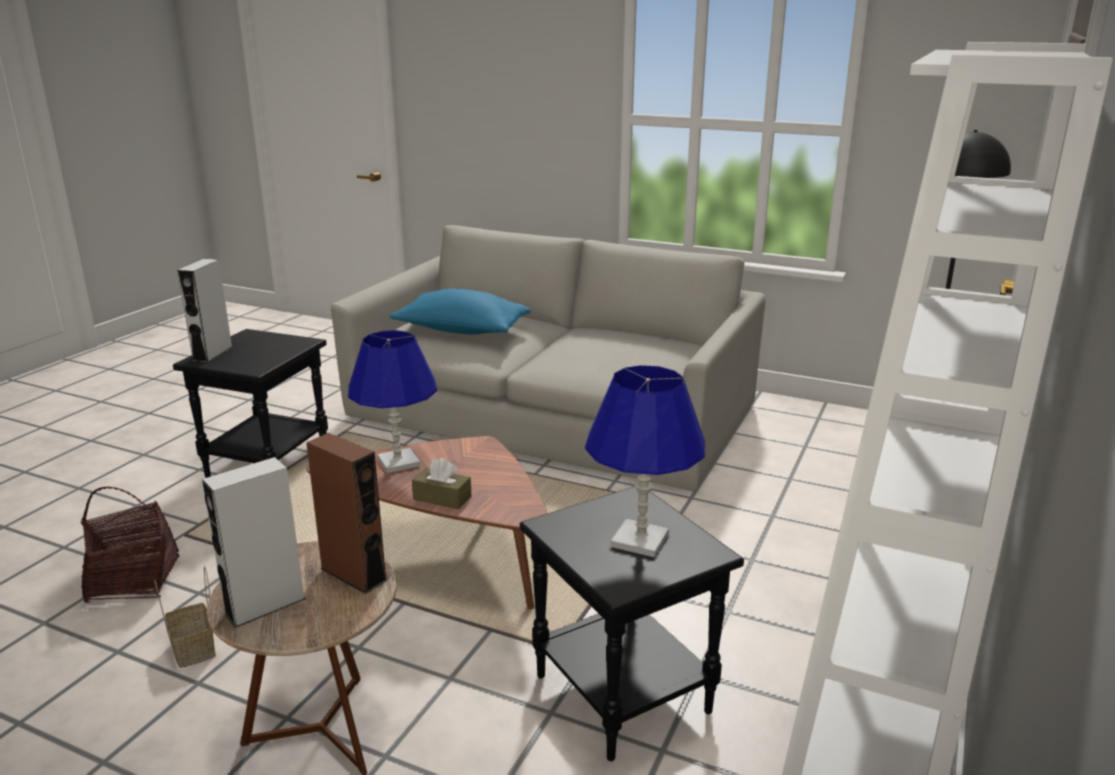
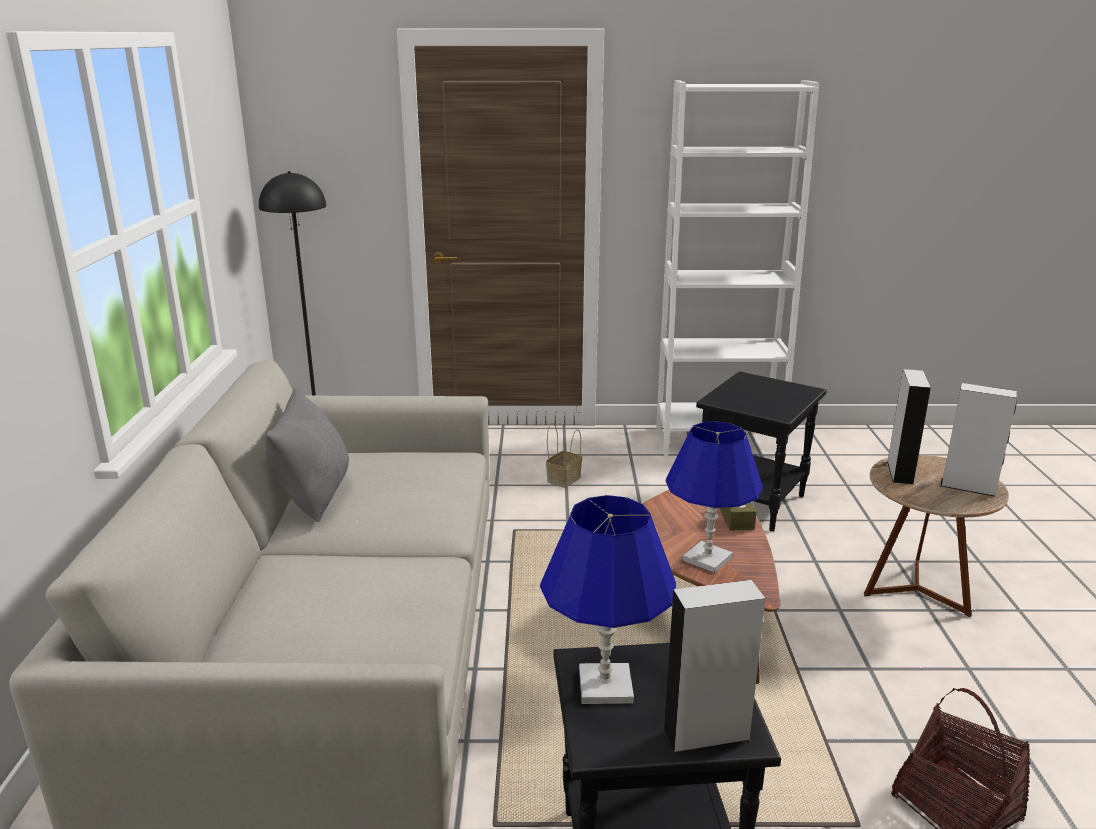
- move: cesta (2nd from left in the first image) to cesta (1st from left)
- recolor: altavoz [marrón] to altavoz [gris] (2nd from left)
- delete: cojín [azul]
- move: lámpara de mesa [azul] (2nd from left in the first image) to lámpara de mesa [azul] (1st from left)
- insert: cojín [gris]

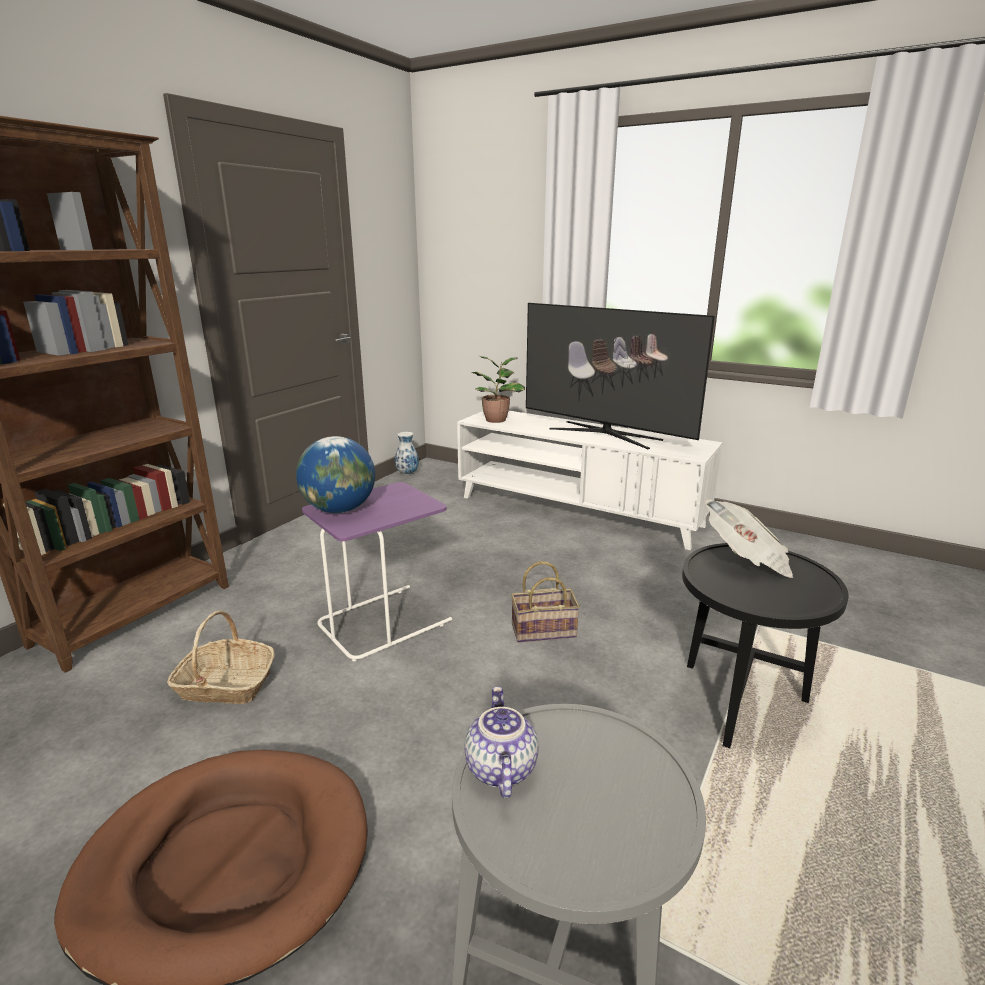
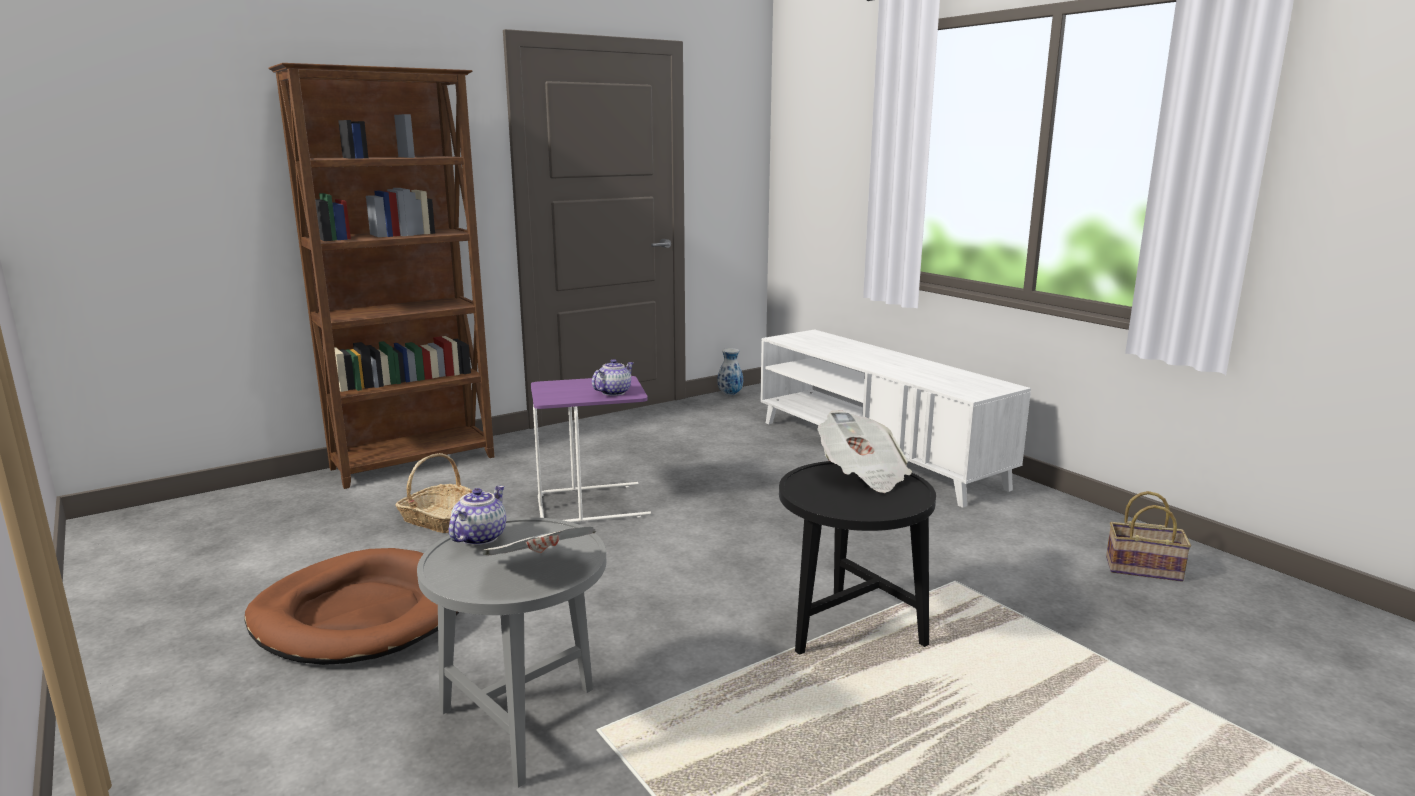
- delete: globo terráqueo
- delete: planta en maceta
- move: cesta (2nd from left)
- delete: televisor
- insert: periódico (1st from left)
- insert: tetera (2nd from left)

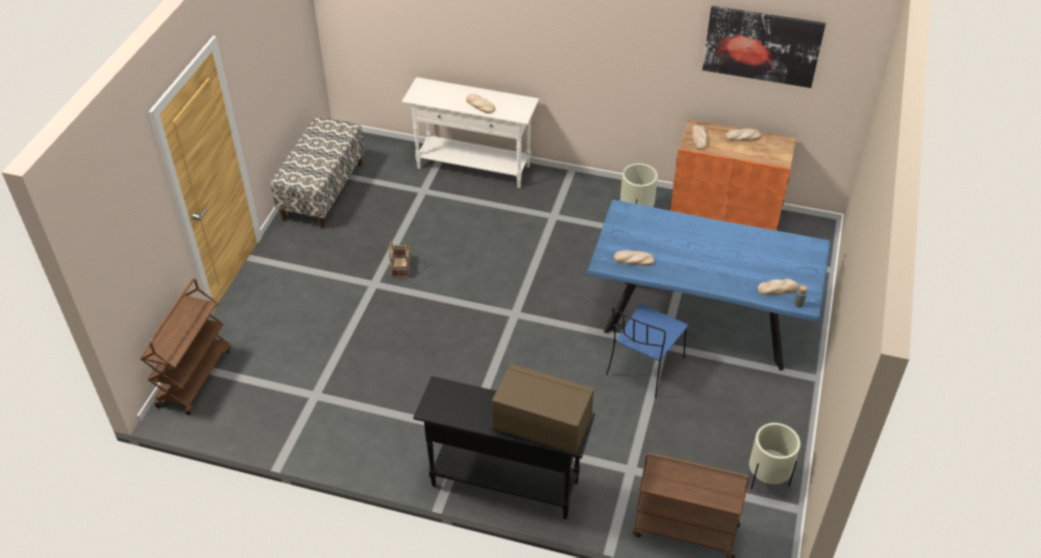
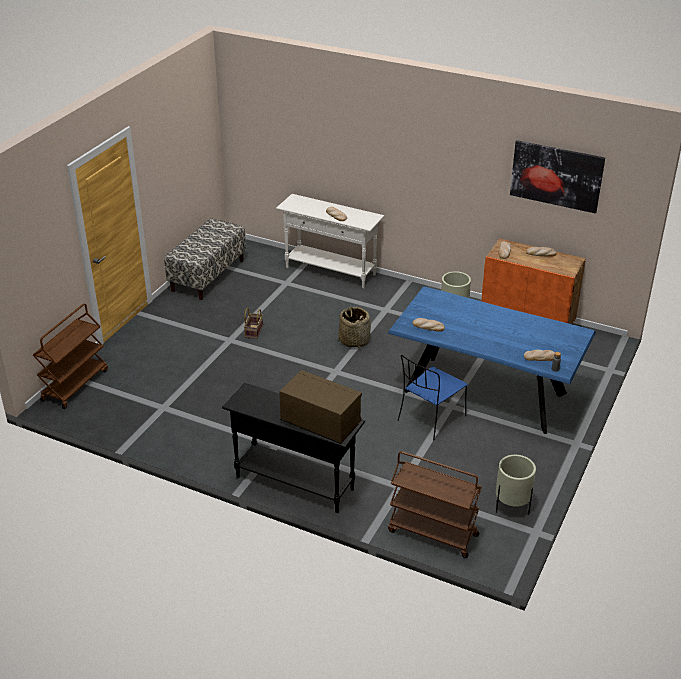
- insert: cesta (2nd from left)

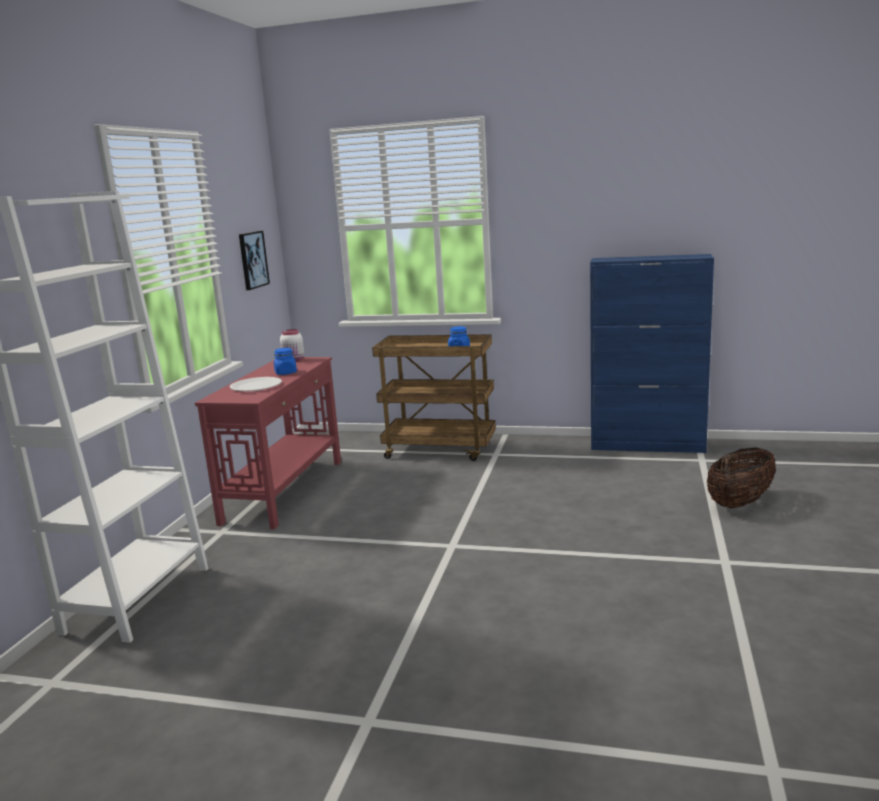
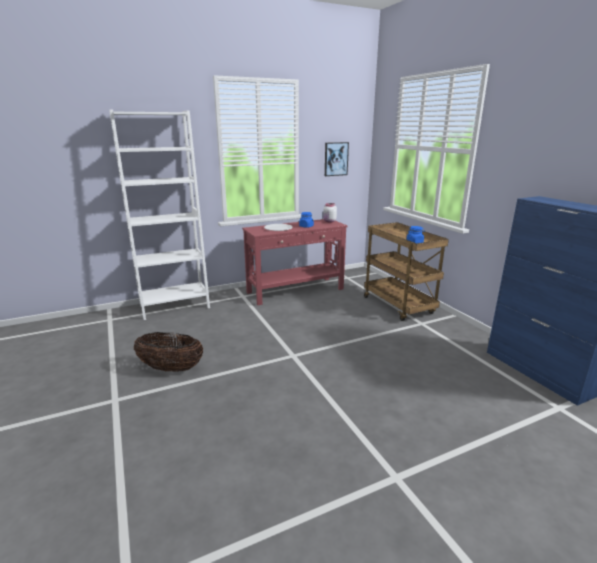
- move: cesta

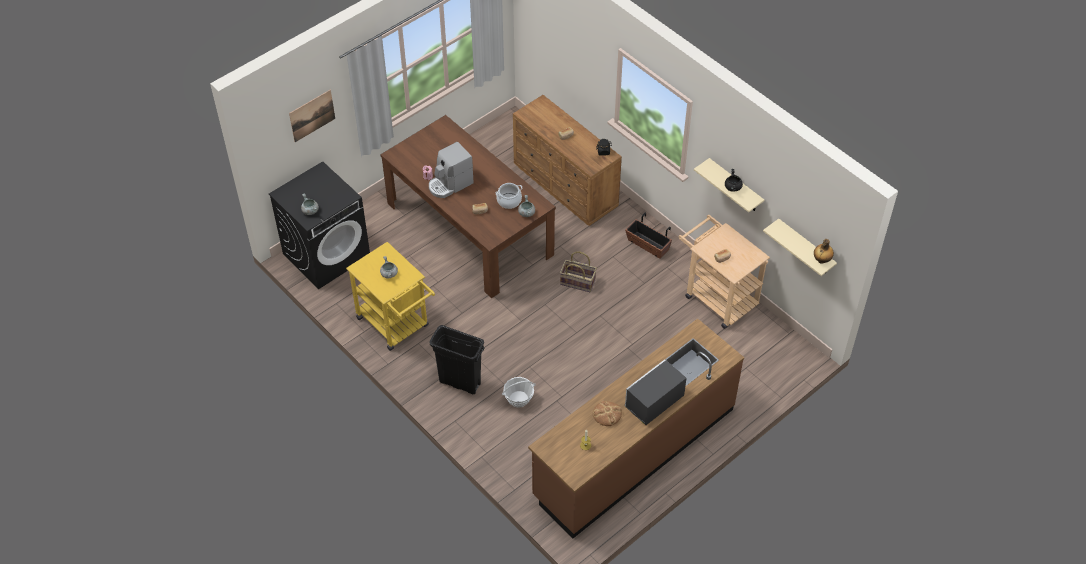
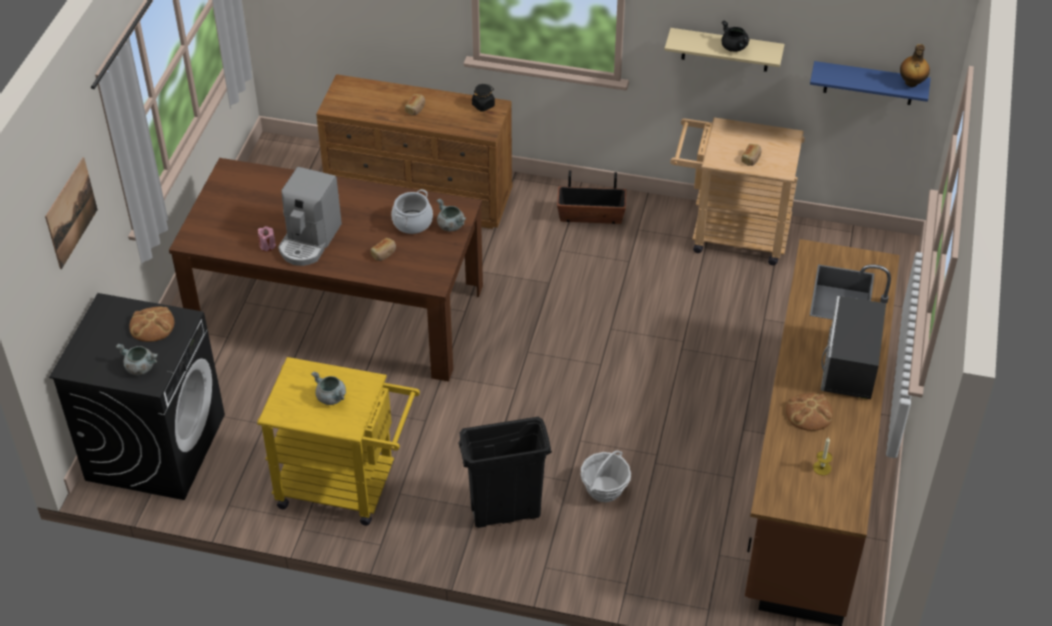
- delete: cesta (2nd from left)
- recolor: estante [beis] (2nd from left) to estante [azul]
- insert: pan (1st from left)

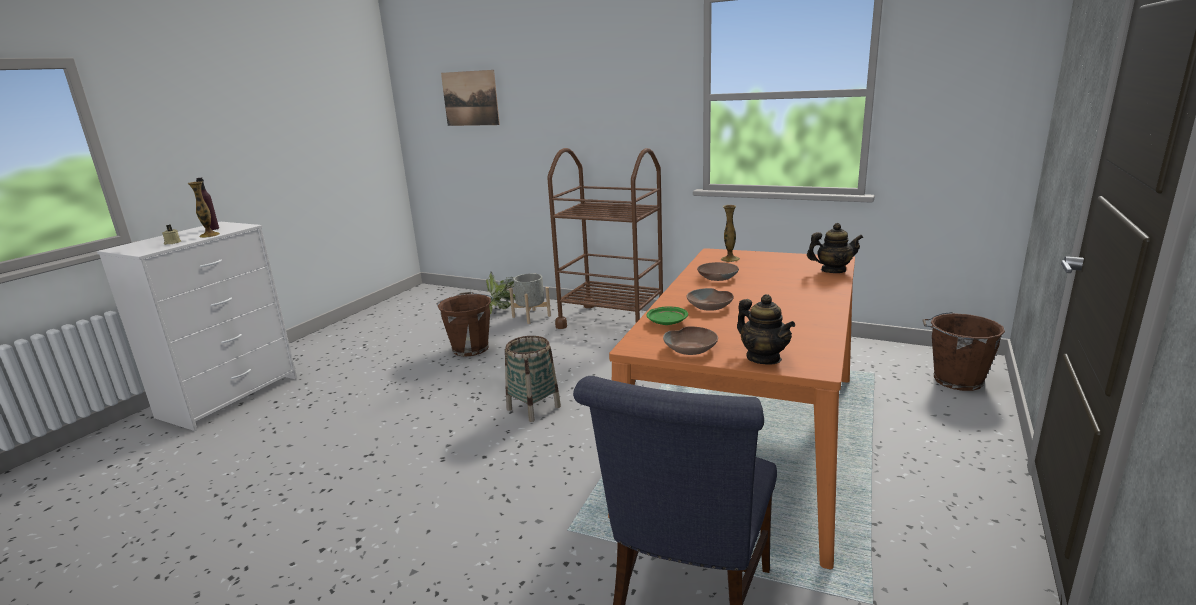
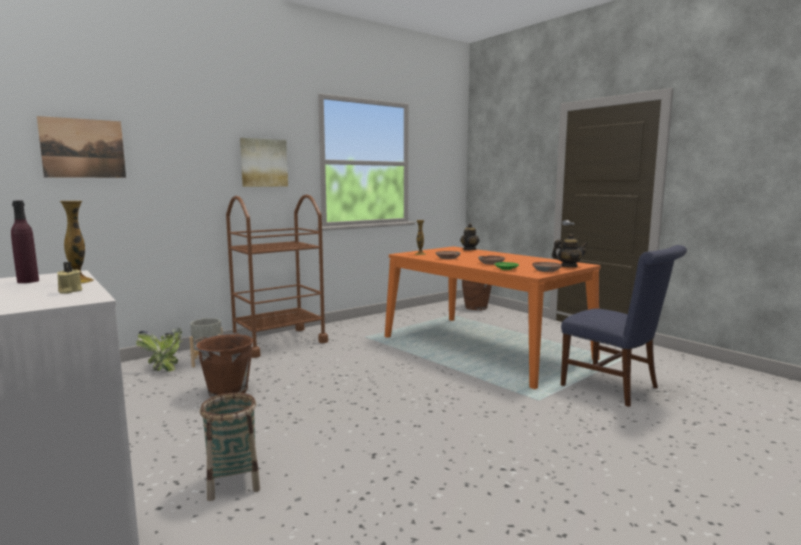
- move: cesta
- insert: cuadro (2nd from left)

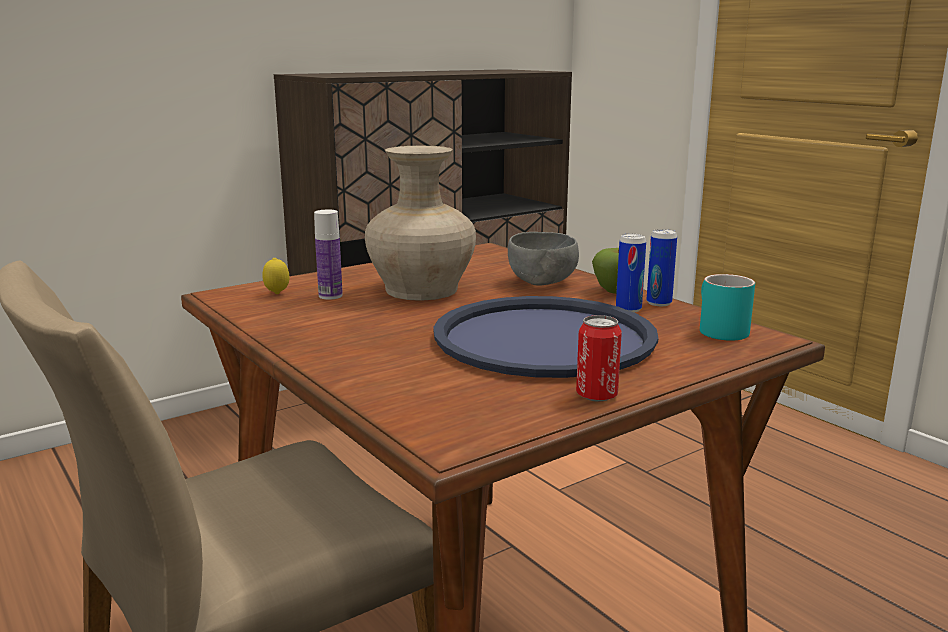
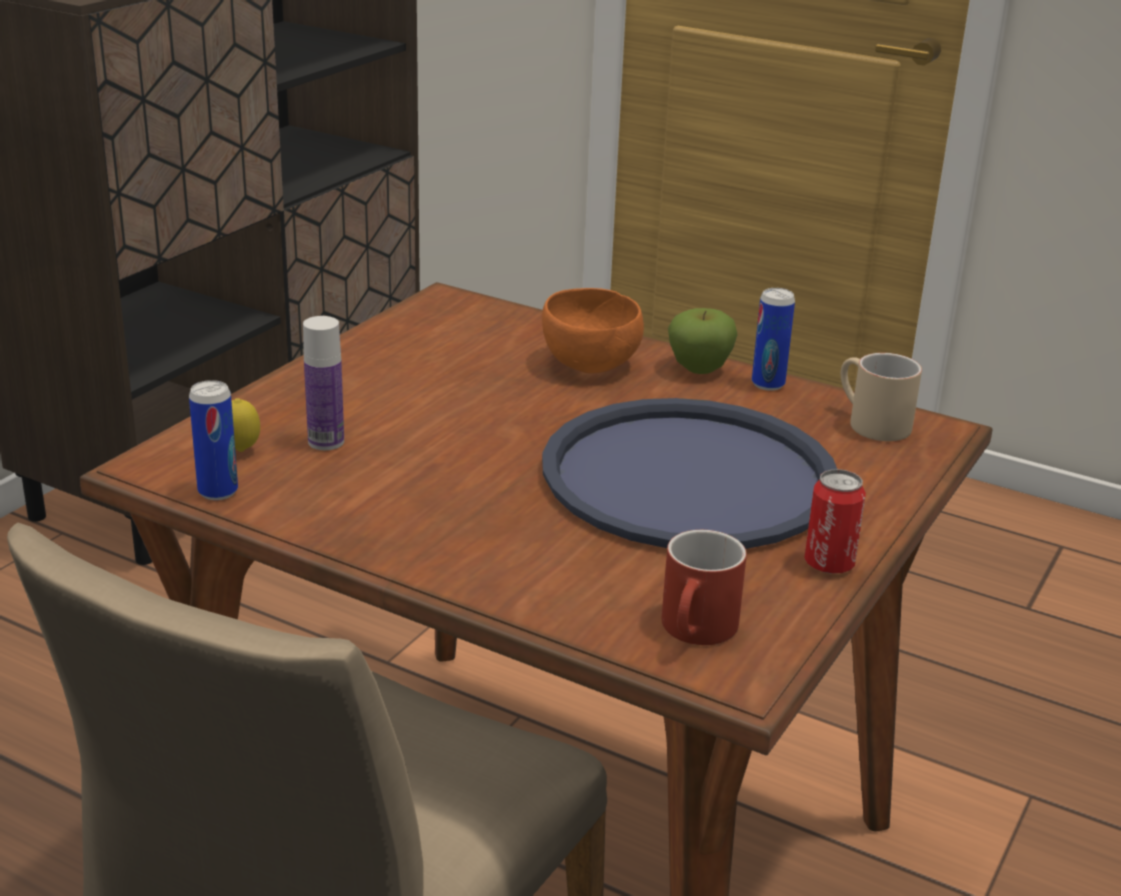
- delete: florero [beis]
- recolor: cuenco [gris] to cuenco [naranja]
- move: lata (2nd from left in the first image) to lata (1st from left)
- recolor: taza grande [turquesa] to taza grande [beis]
- insert: taza grande [rojo]

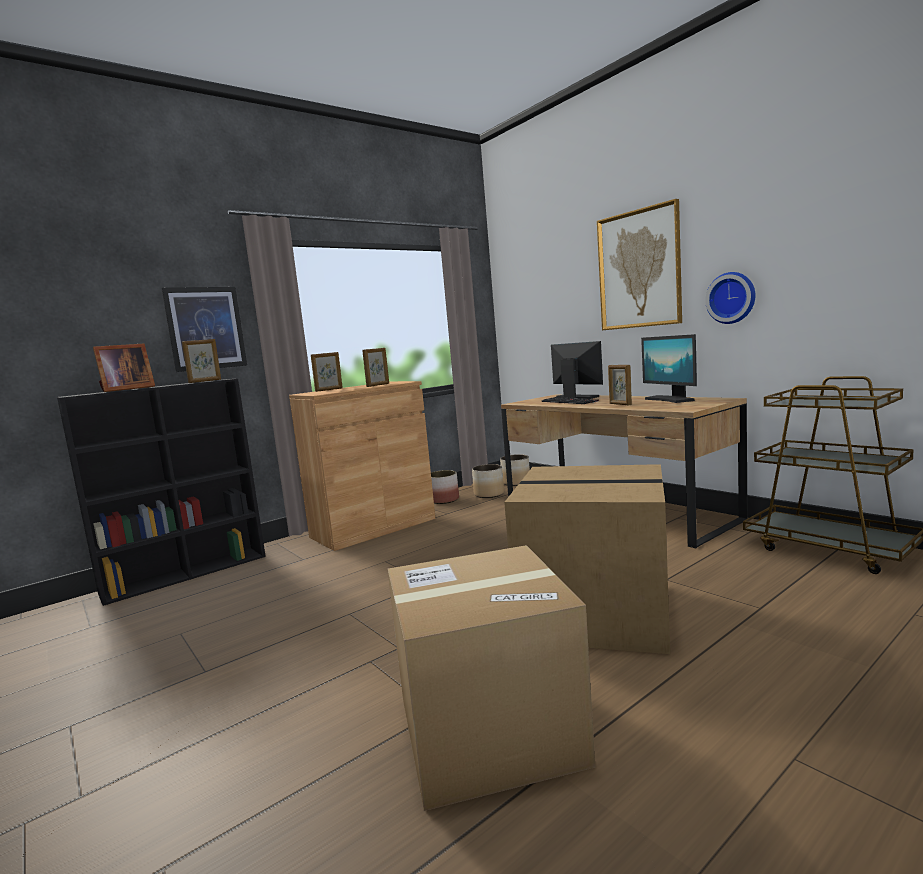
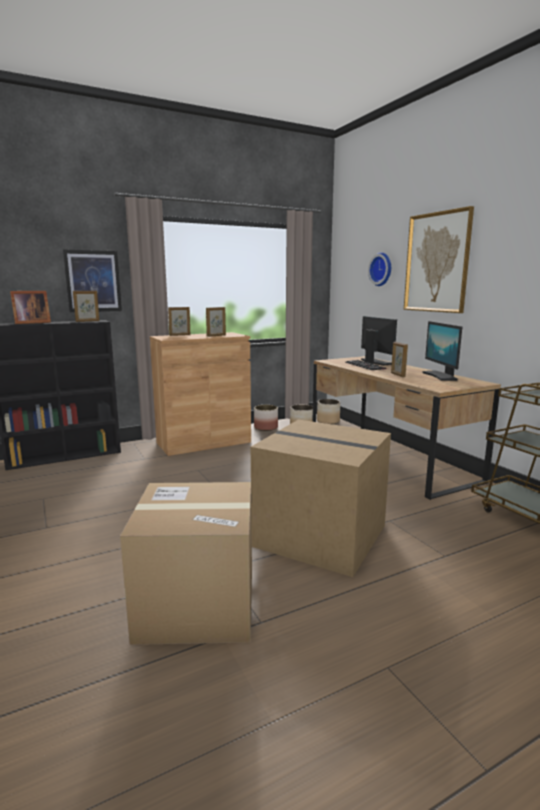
- move: reloj de pared

